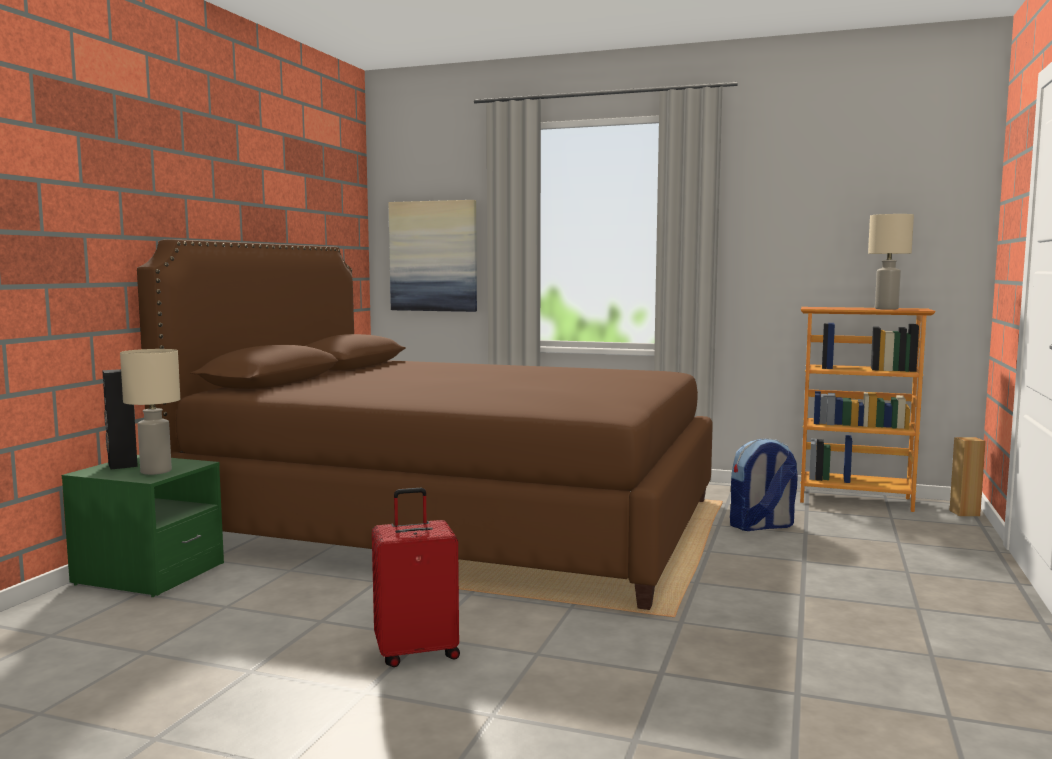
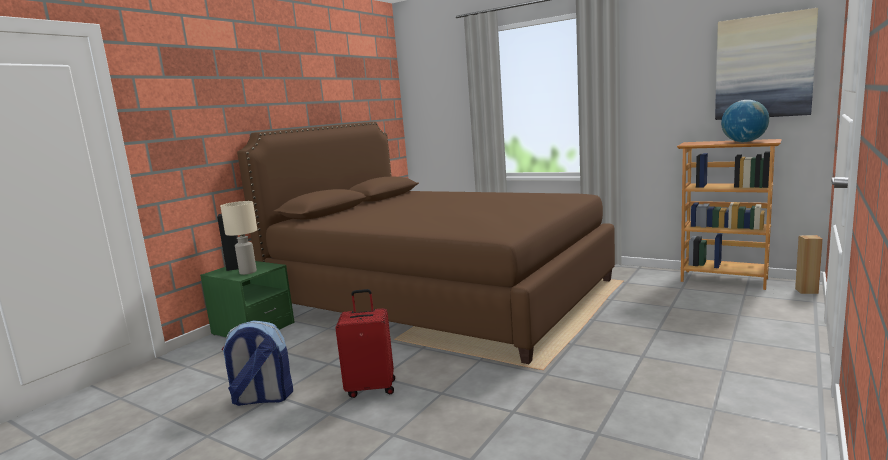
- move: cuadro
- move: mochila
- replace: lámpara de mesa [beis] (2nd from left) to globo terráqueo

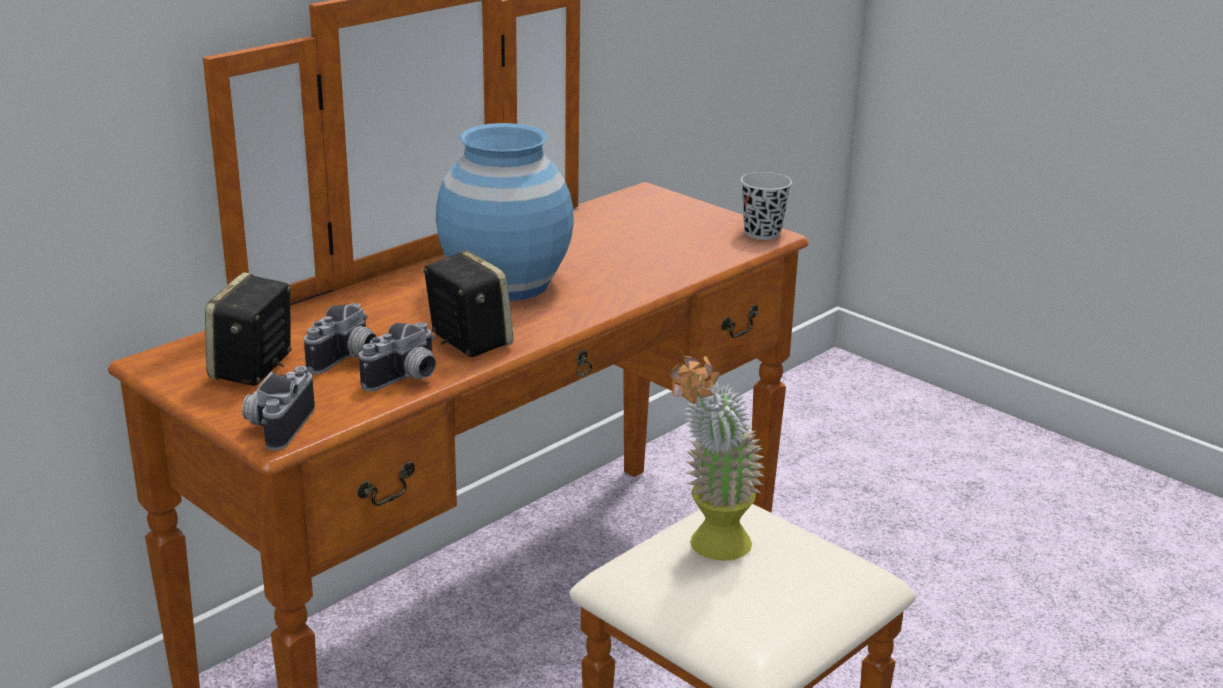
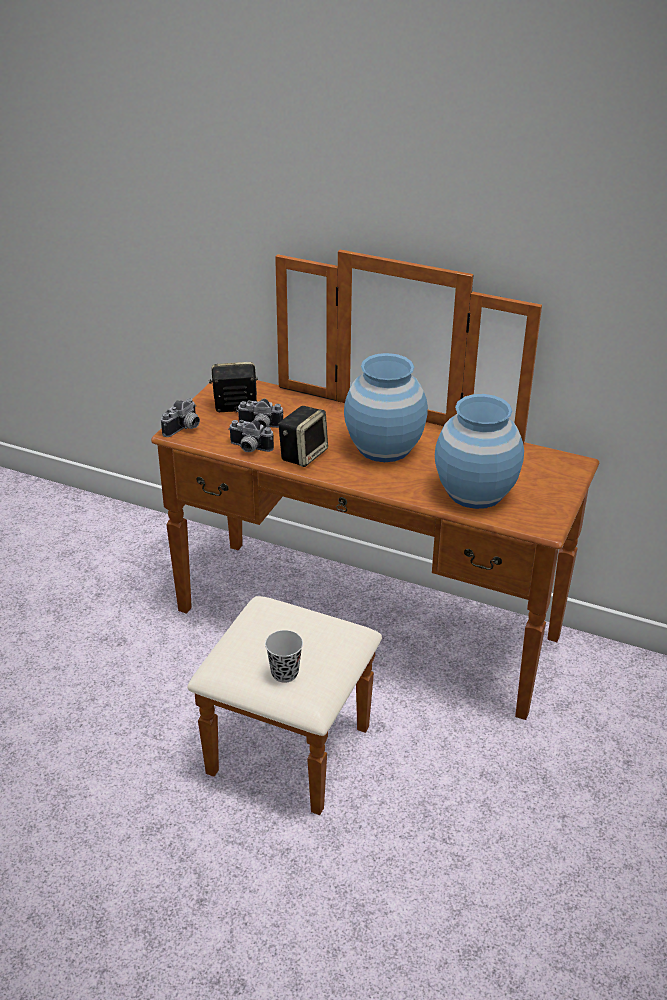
- rotate: cámara (1st from left) 135 degrees clockwise
- delete: planta en maceta
- move: taza [negro]
- insert: florero [azul] (2nd from left)

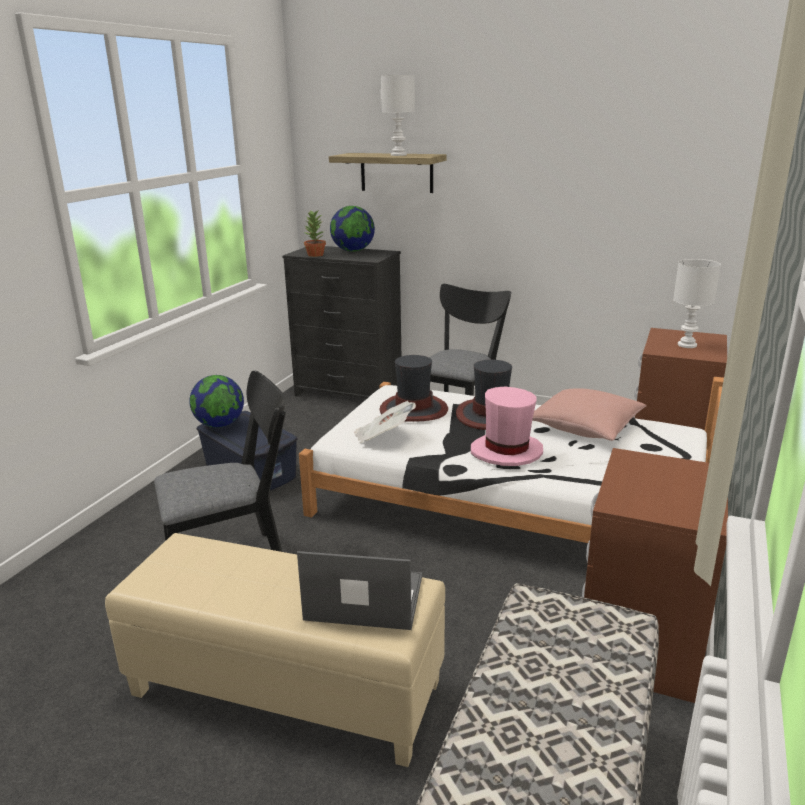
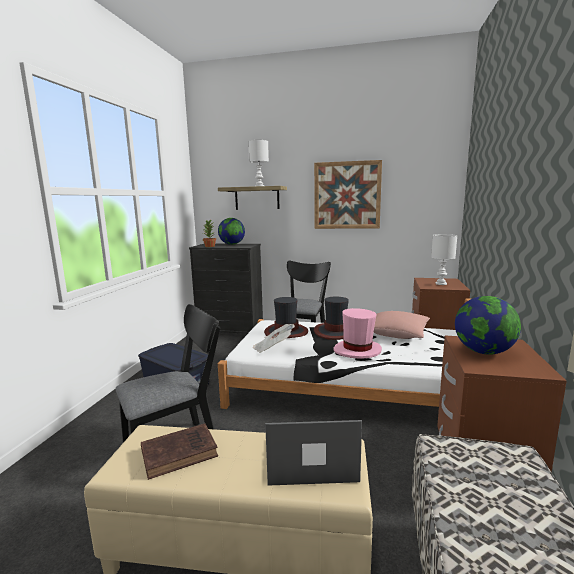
- move: globo terráqueo (1st from left in the first image) to globo terráqueo (2nd from left)
- insert: libro [marrón]
- insert: cuadro

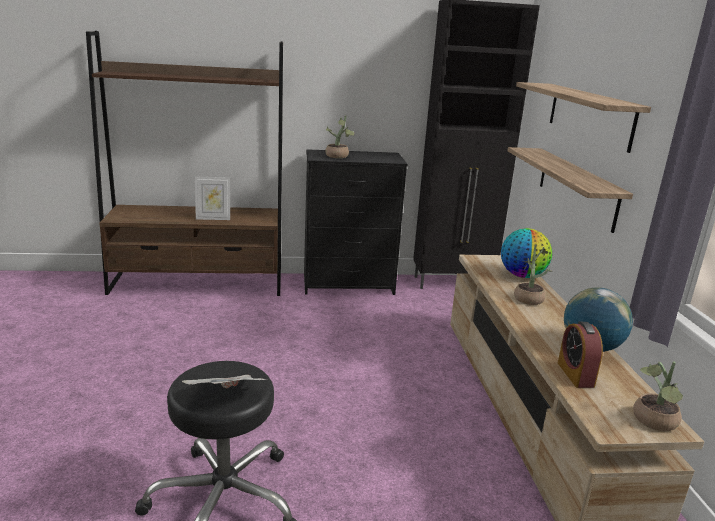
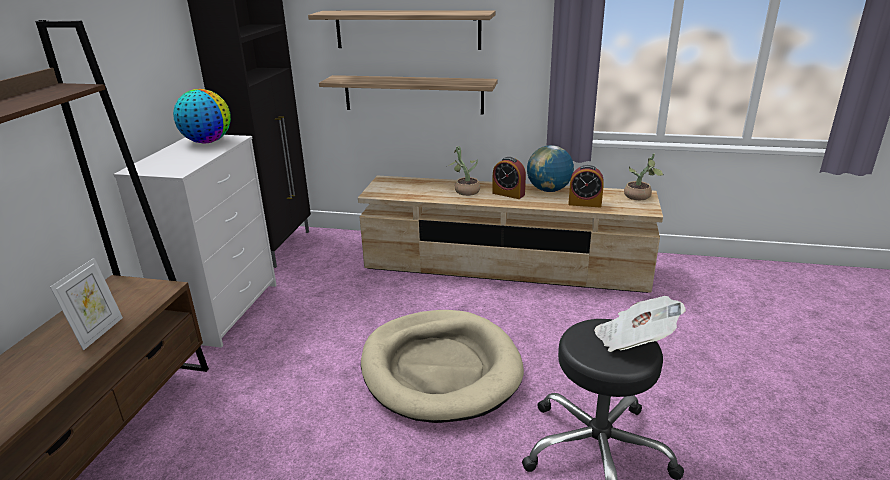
- recolor: cómoda [negro] to cómoda [blanco]
- delete: planta en maceta (1st from left)
- move: globo terráqueo (1st from left)
- insert: cama para perro [beis]
- insert: despertador (1st from left)

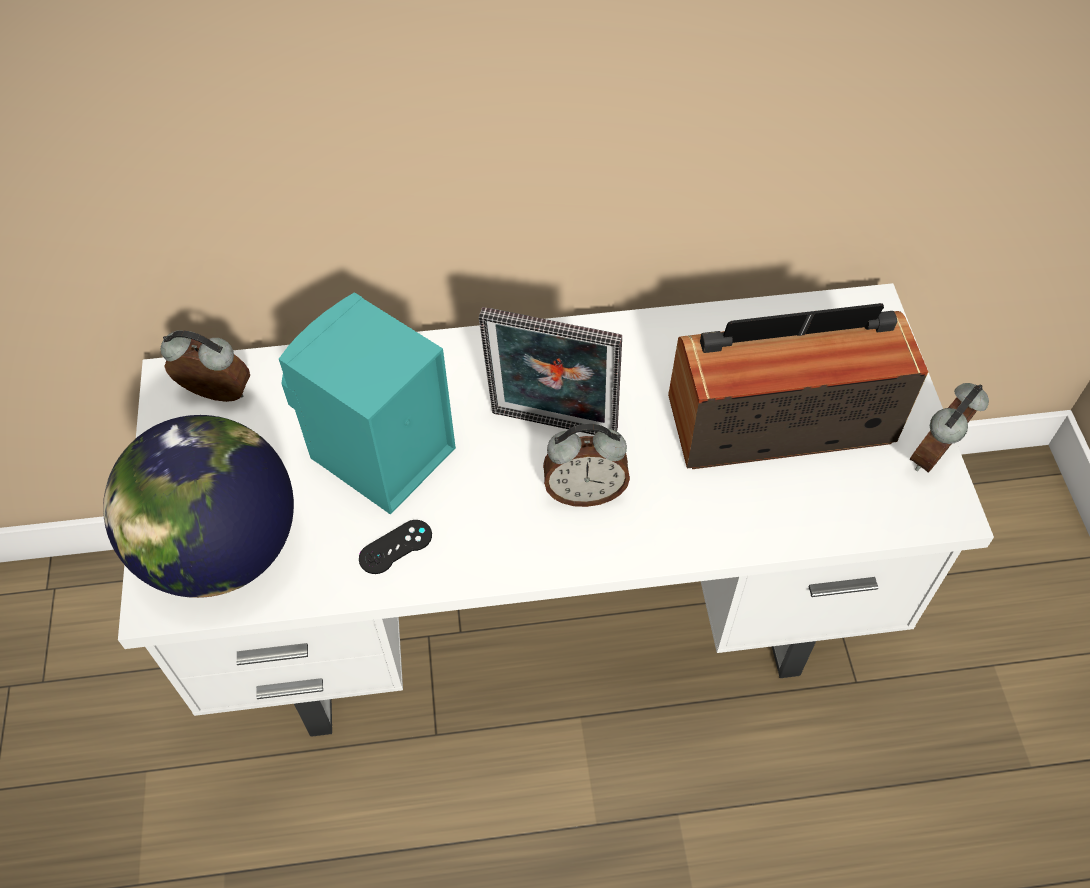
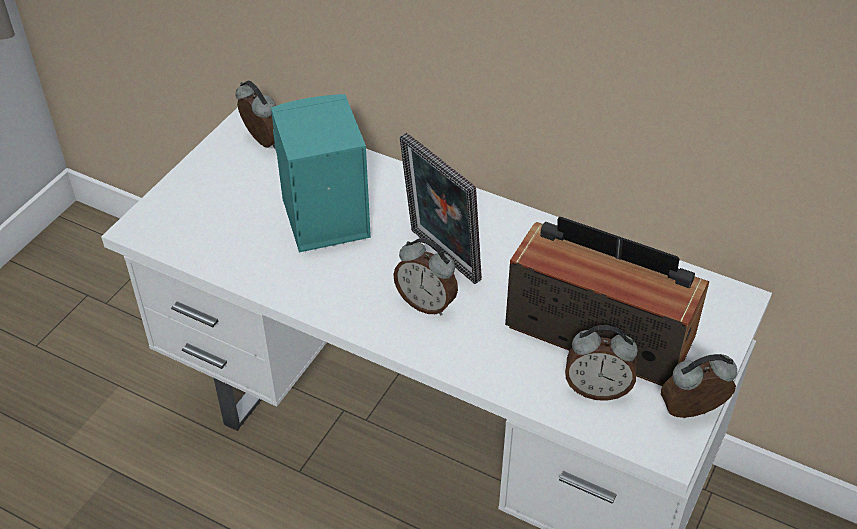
- delete: globo terráqueo
- delete: mando de consola [negro]
- insert: despertador (3rd from left)

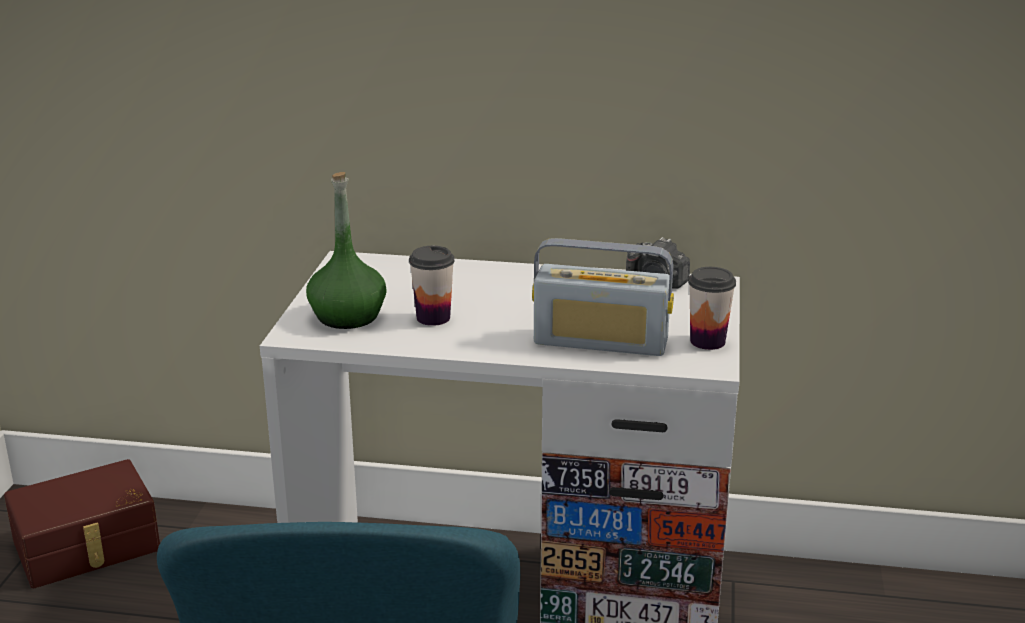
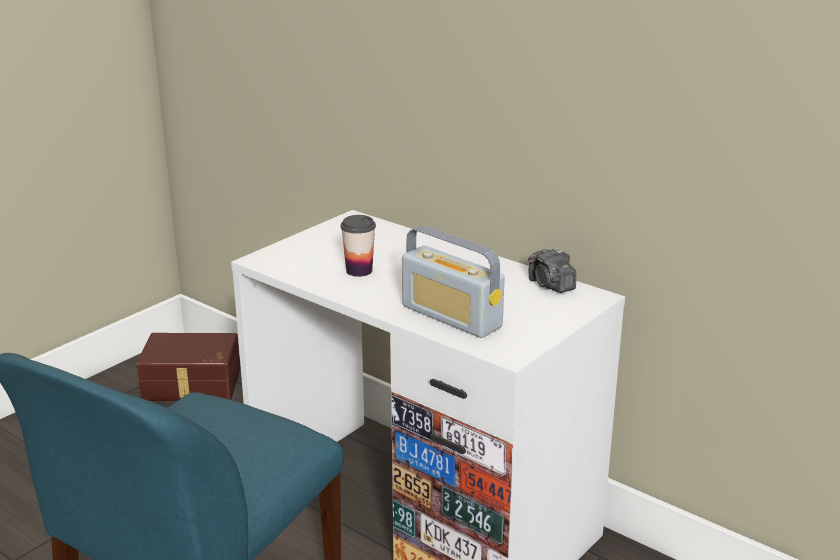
- delete: botella [verde]
- delete: taza (2nd from left)

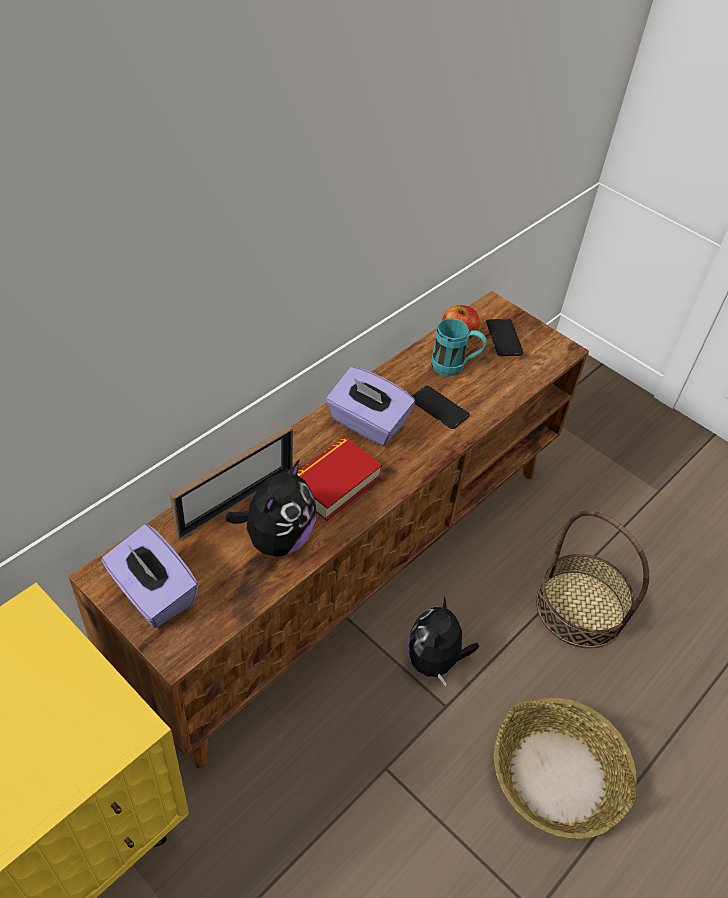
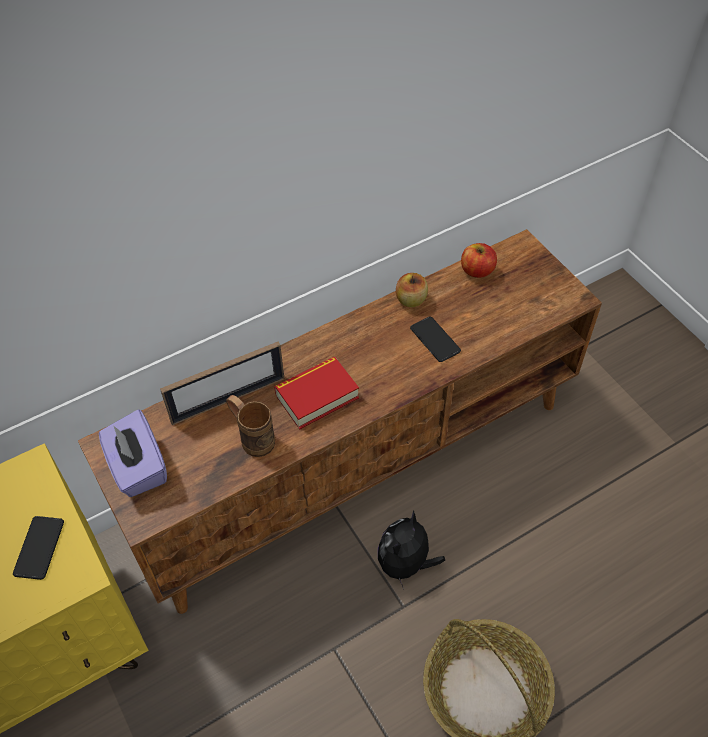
- replace: peluche (1st from left) to taza grande [marrón]
- delete: caja de pañuelos [morado] (2nd from left)
- delete: taza grande [turquesa]
- move: móvil (2nd from left in the first image) to móvil (1st from left)
- delete: cesta (2nd from left)
- insert: manzana (1st from left)

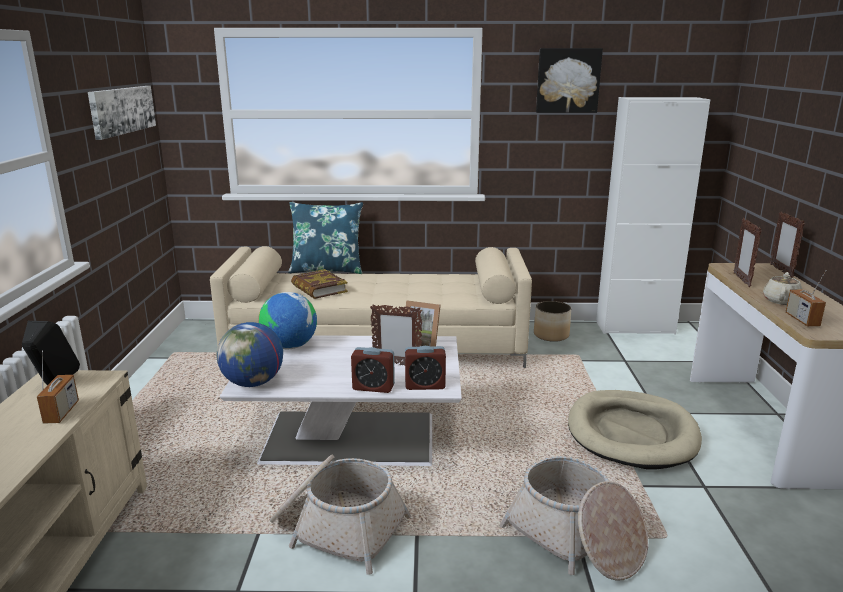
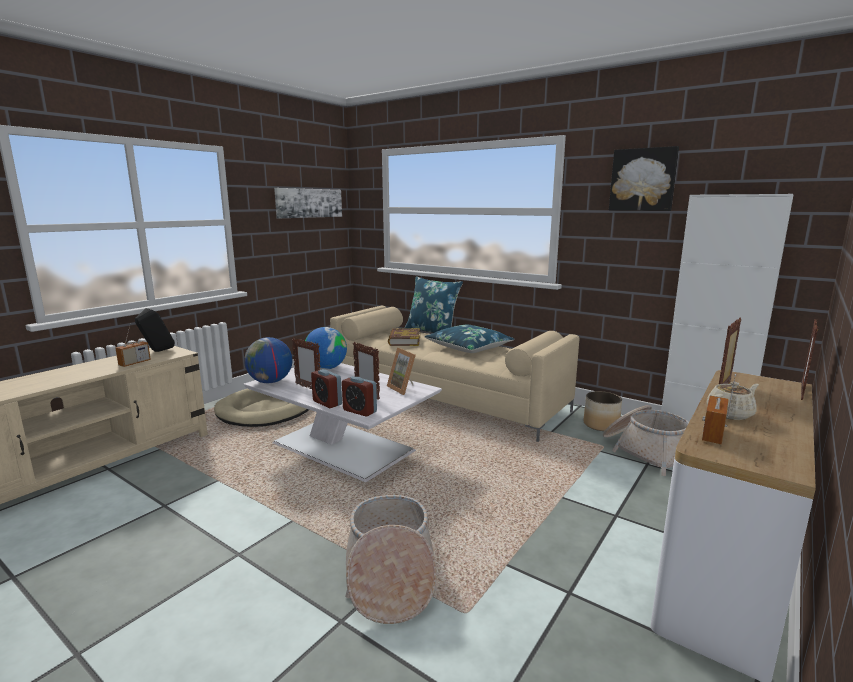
- move: cesta (1st from left in the first image) to cesta (2nd from left)
- move: cama para perro [beis]
- insert: portarretratos (1st from left)
- insert: cojín [azul] (2nd from left)

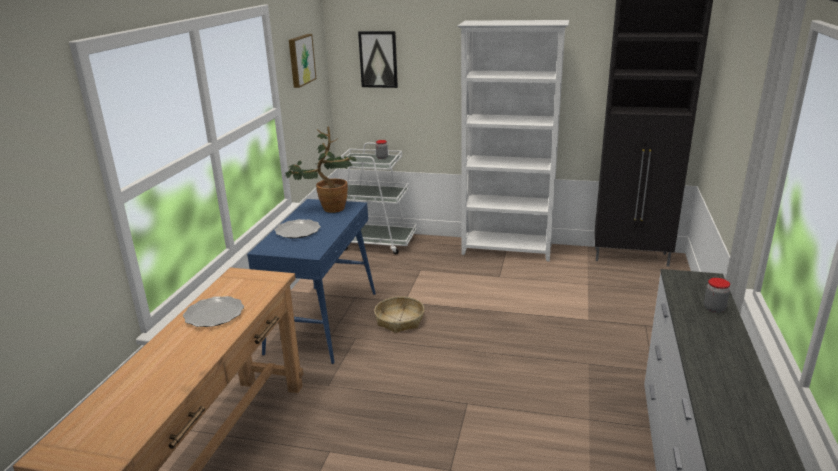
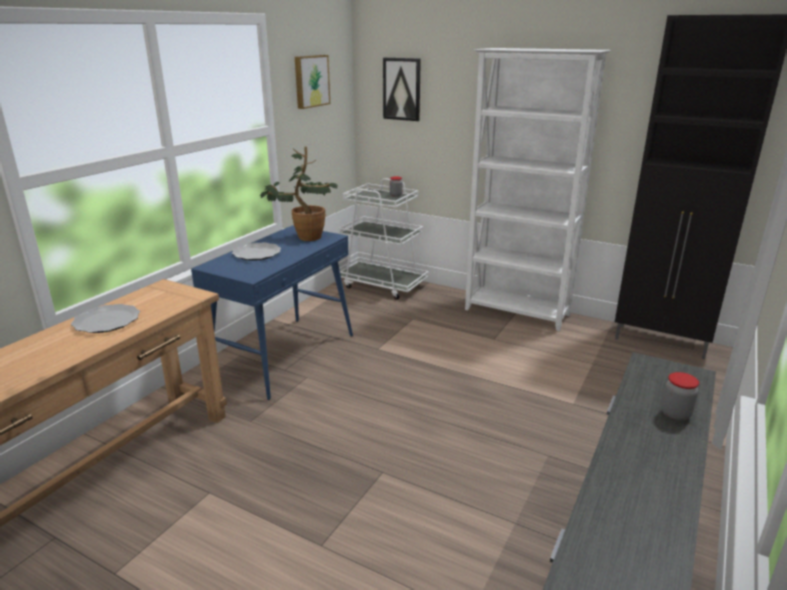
- delete: cesta

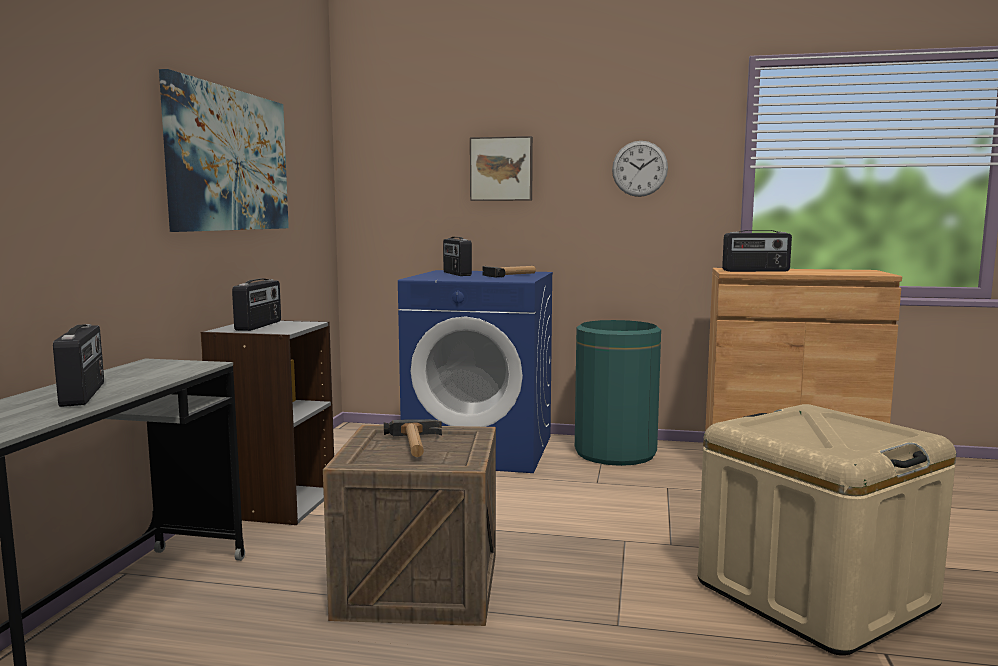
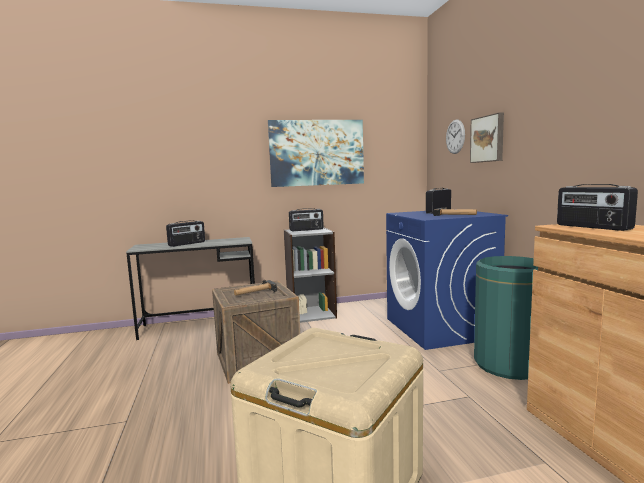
- move: reloj de pared

